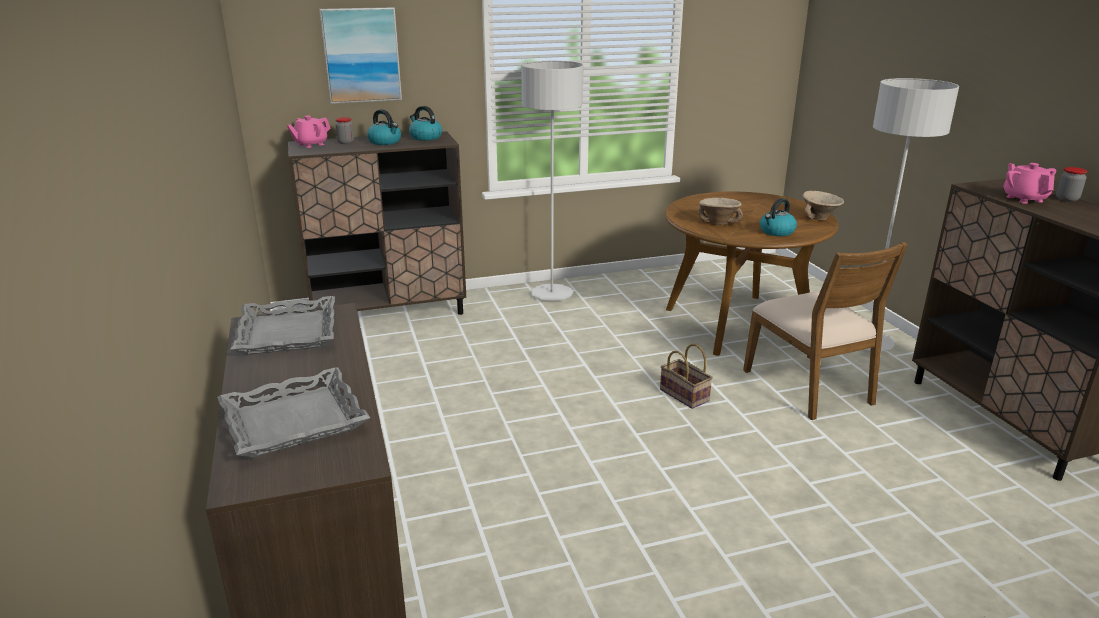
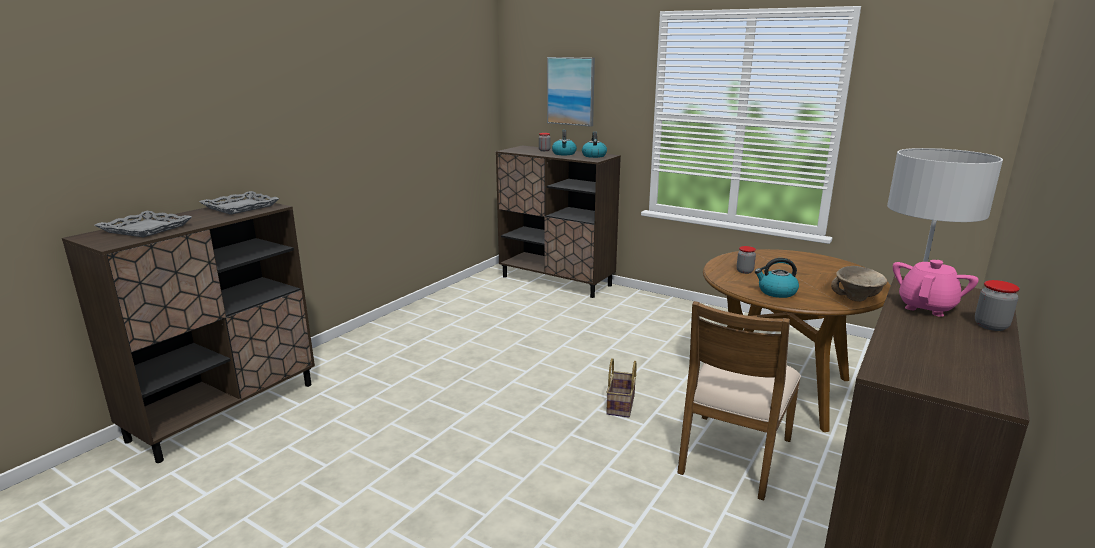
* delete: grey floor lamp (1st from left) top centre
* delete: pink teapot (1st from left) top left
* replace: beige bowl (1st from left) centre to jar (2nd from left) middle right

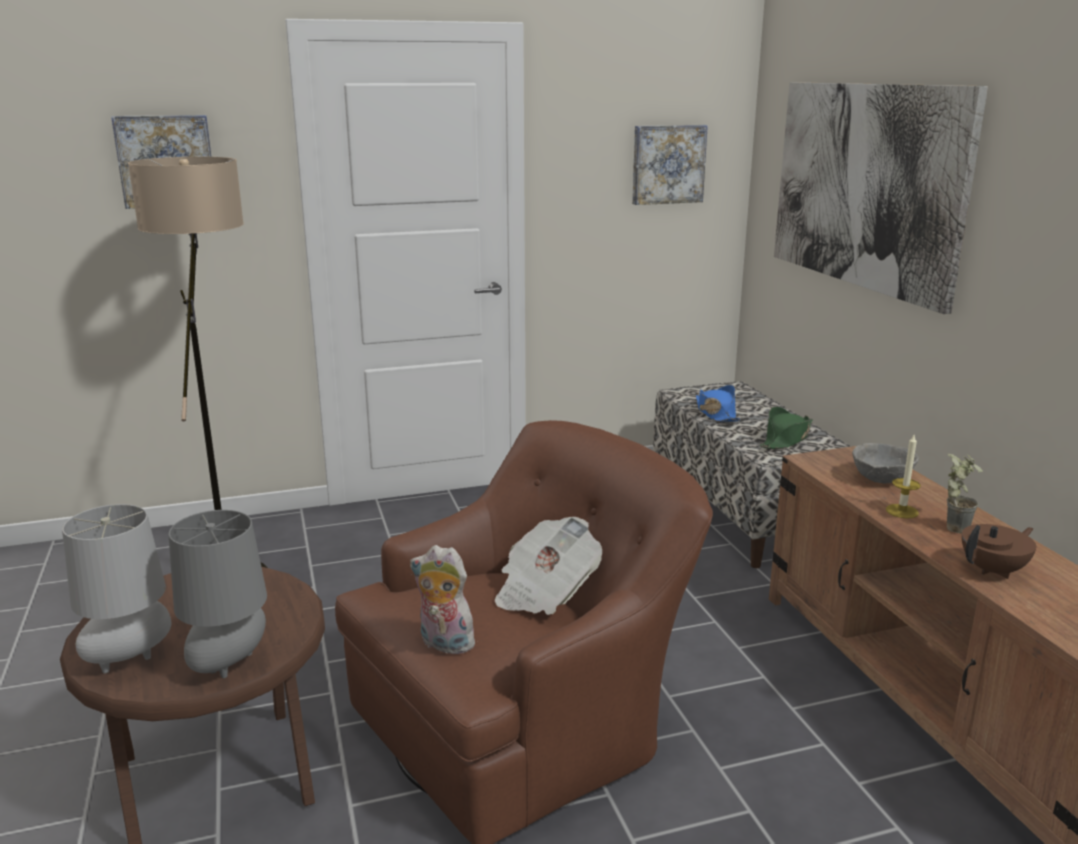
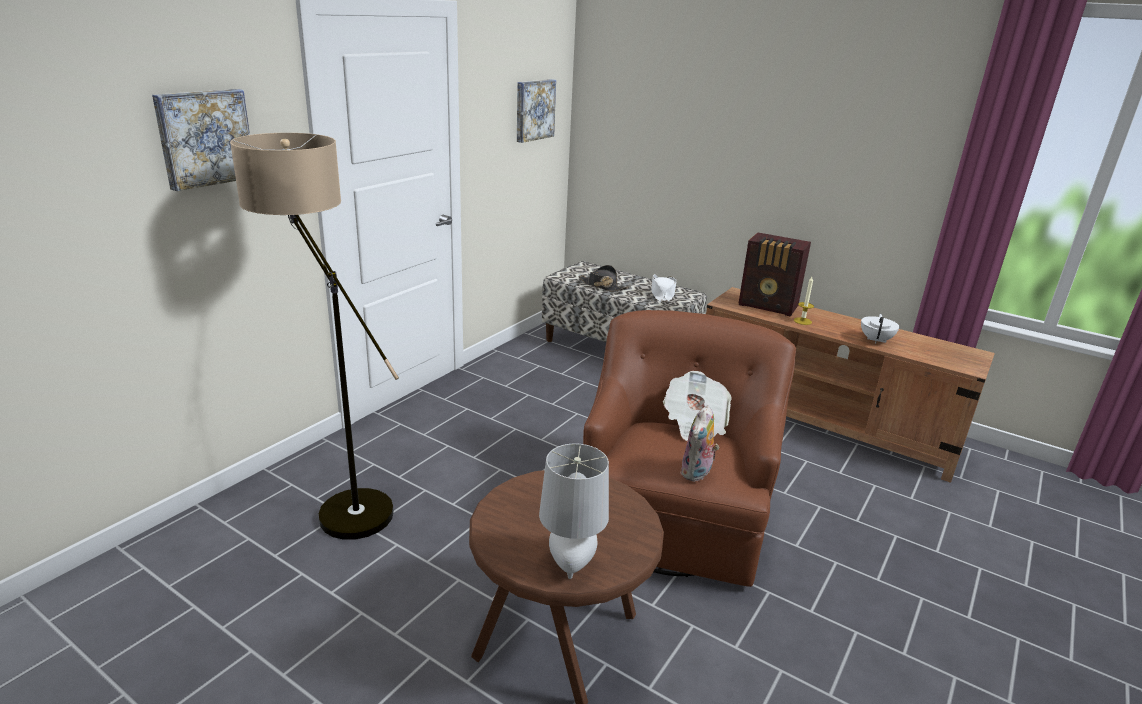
* delete: picture (3rd from left) top right
* recolor: blue hat centre to black hat centre
* recolor: green hat middle right to white hat centre
* replace: grey bowl middle right to radio middle right
* delete: potted plant middle right
* delete: grey table lamp (2nd from left) bottom left
* recolor: brown teapot middle right to white teapot middle right
* rotate: plush toy bottom centre = centre 45 degrees counterclockwise

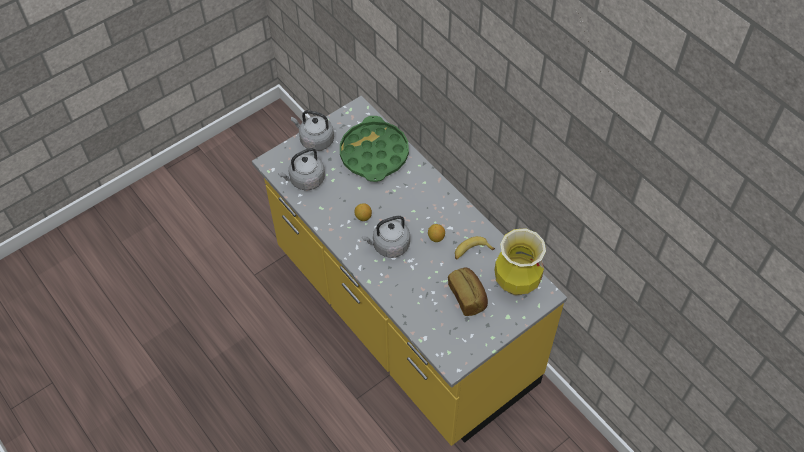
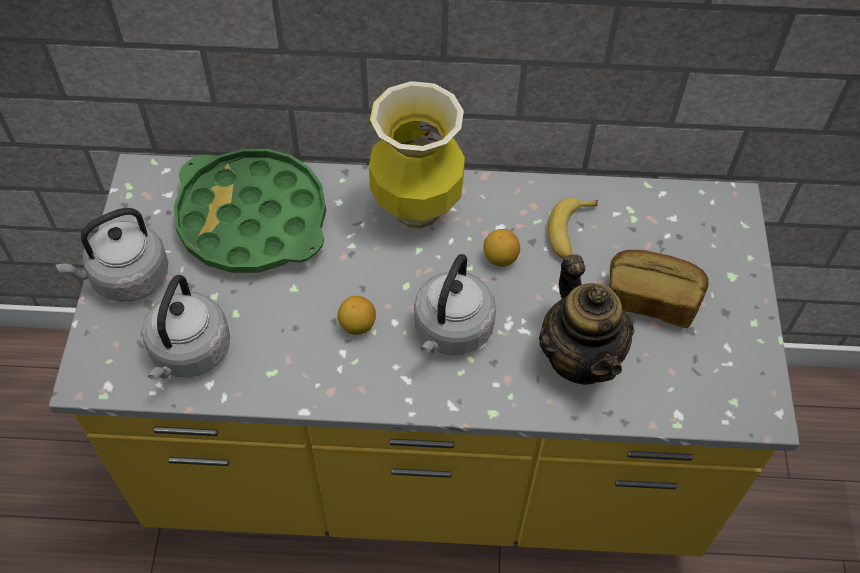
* move: vase centre to top centre
* insert: teapot middle right

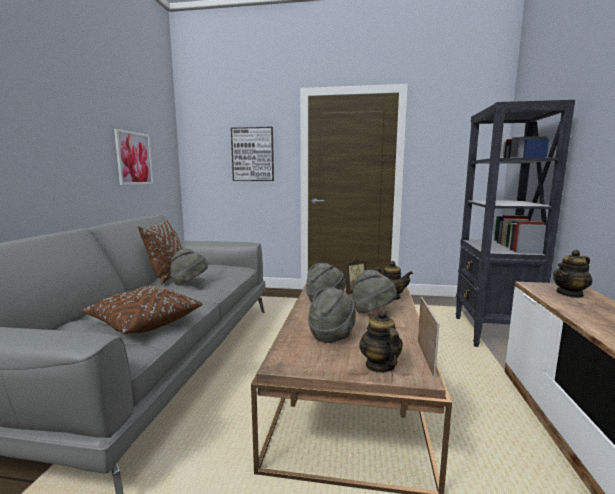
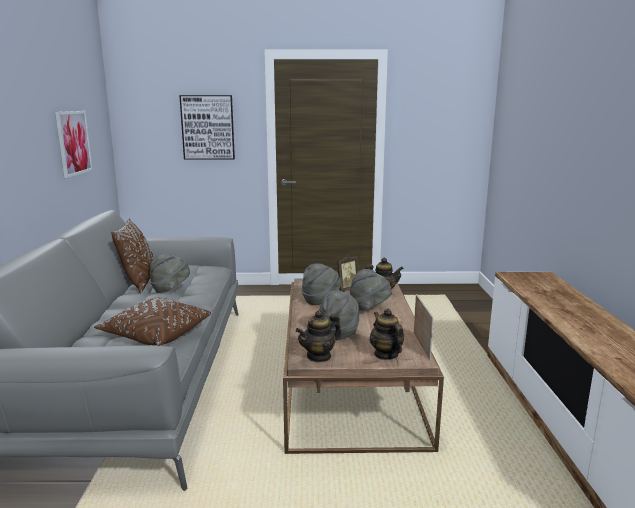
* delete: black bookcase middle right
* move: teapot (3rd from left in the first image) middle right to teapot (1st from left) centre

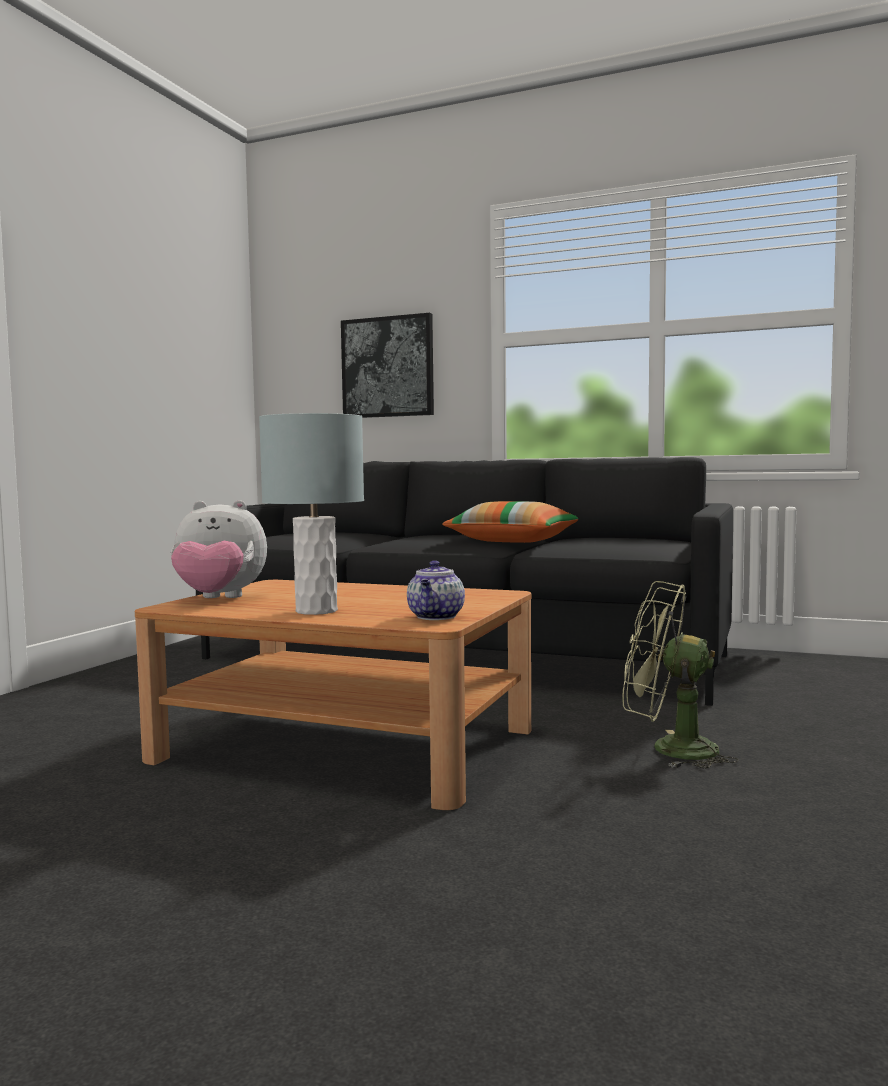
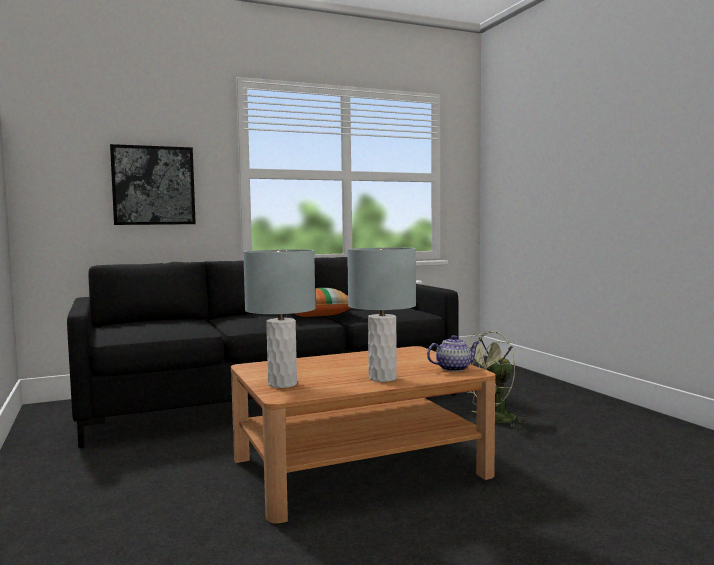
* replace: plush toy middle left to grey table lamp (1st from left) centre
* rotate: teapot centre = centre 75 degrees counterclockwise

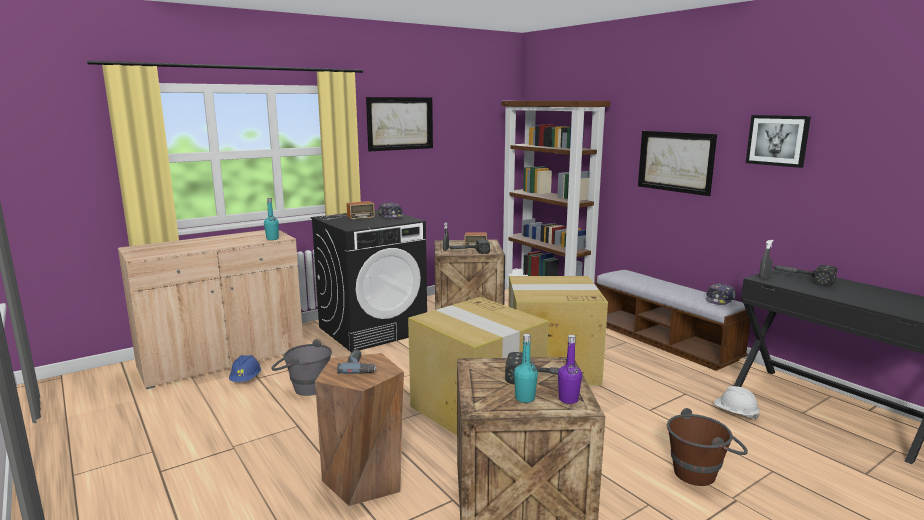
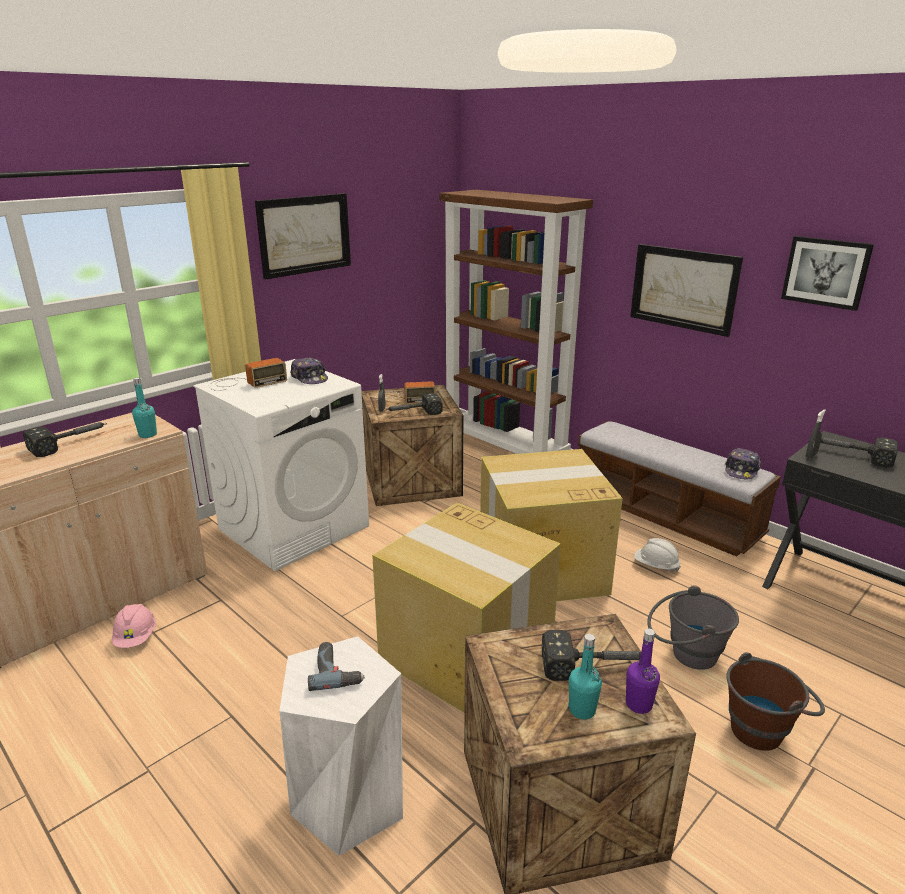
* recolor: black washing machine centre to white washing machine middle left
* move: grey bucket bottom left to bottom right
* recolor: brown stool bottom centre to white stool bottom centre
* recolor: blue hard hat bottom left to pink hard hat bottom left
* move: white hard hat bottom right to middle right
* insert: hammer (1st from left) middle left

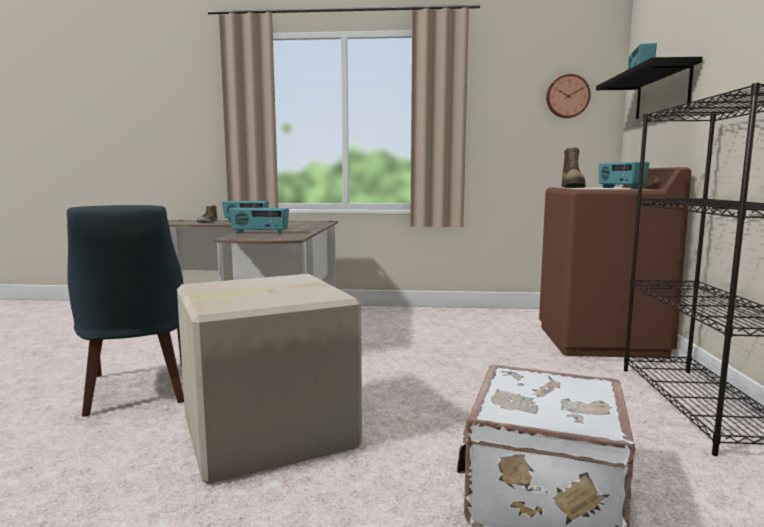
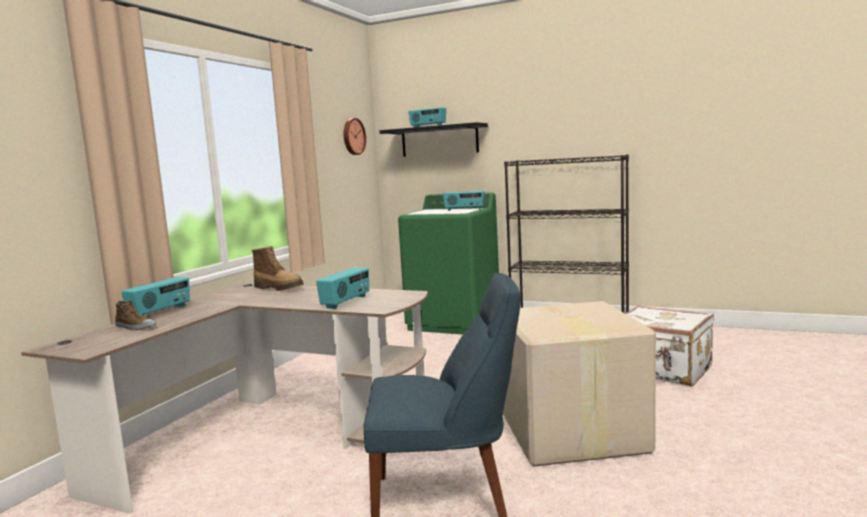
* move: boot top right to middle left
* recolor: brown washing machine middle right to green washing machine centre

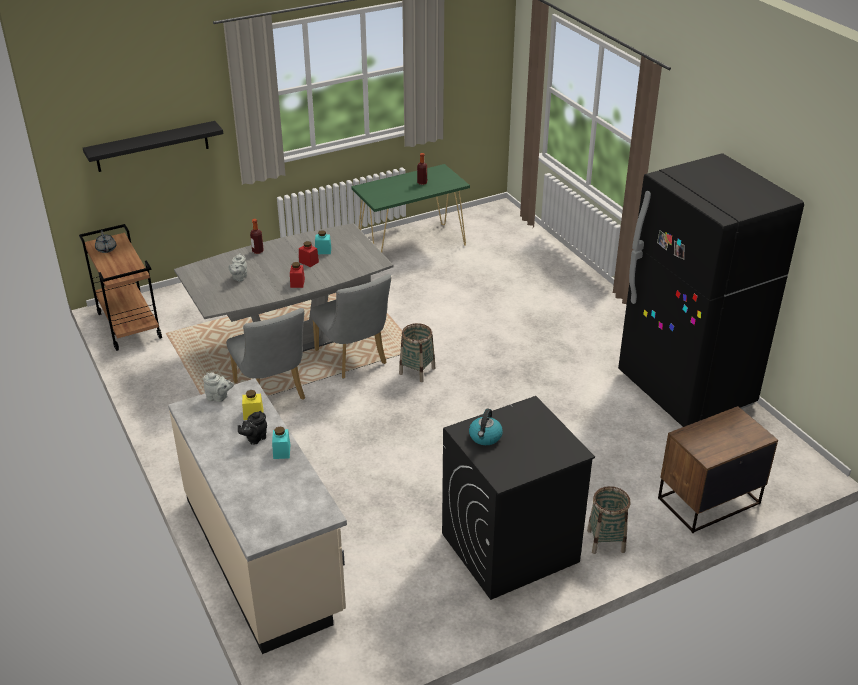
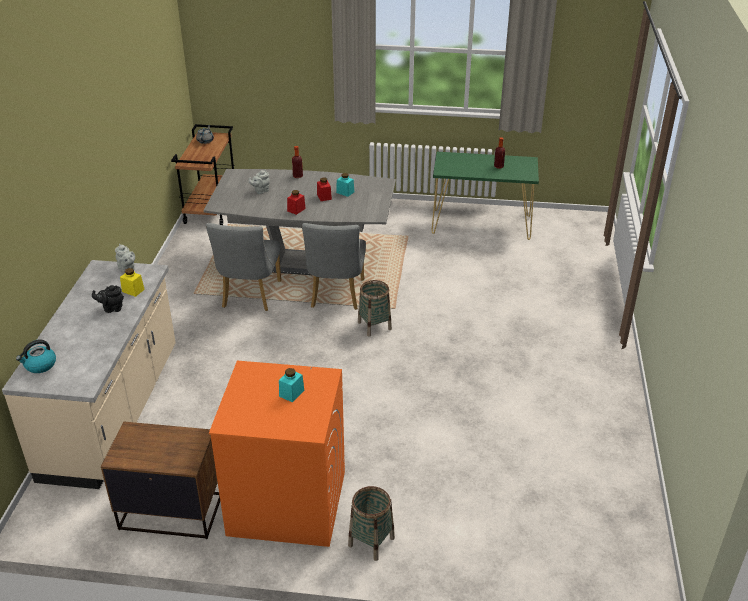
* delete: black shelf top left
* delete: black fridge middle right
* recolor: black washing machine bottom centre to orange washing machine bottom centre
* move: brown nightstand bottom right to bottom left
* move: kettle centre to middle left
* move: turquoise jar (1st from left) middle left to centre

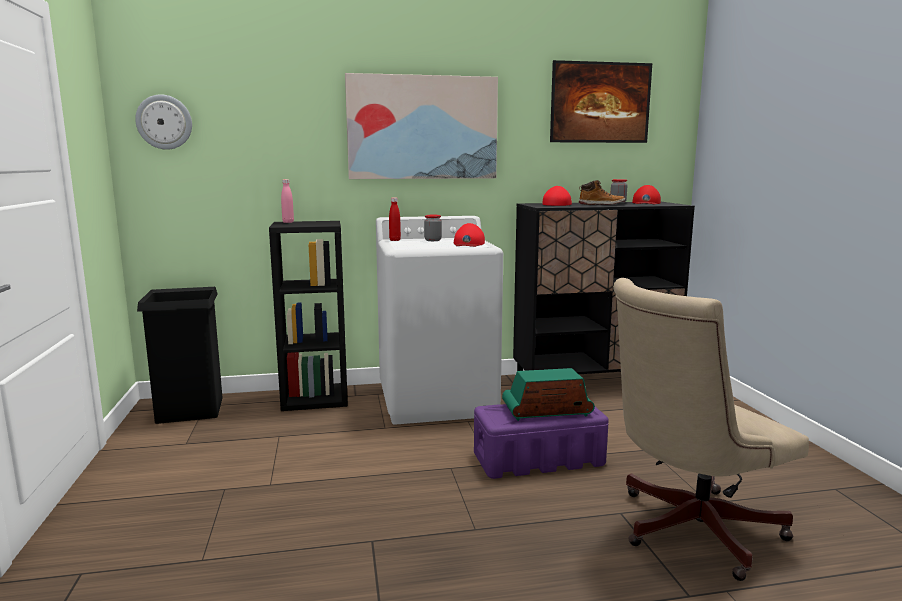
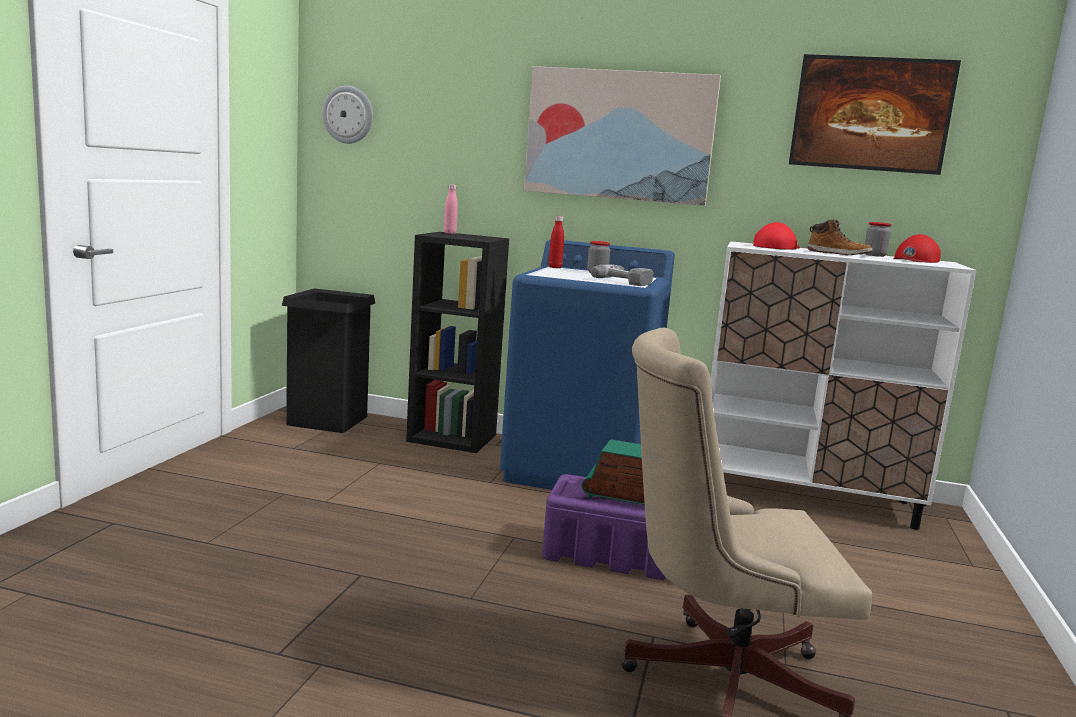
* recolor: black cabinet middle right to white cabinet middle right
* recolor: white washing machine centre to blue washing machine centre
* replace: red cap (1st from left) centre to power drill centre

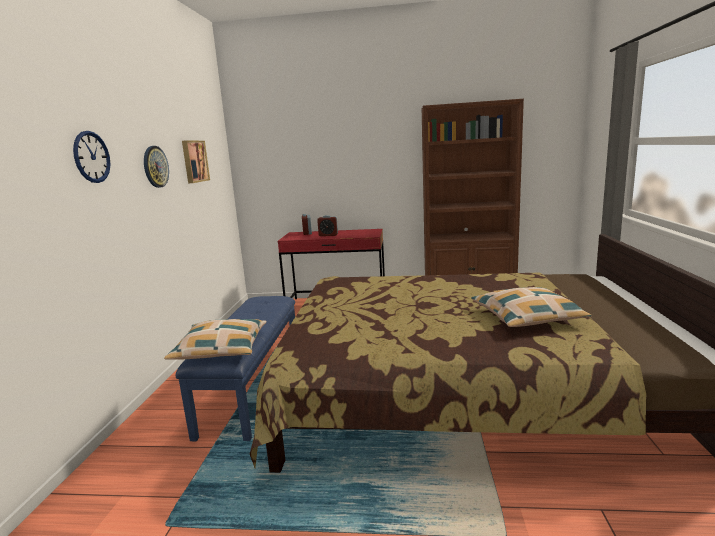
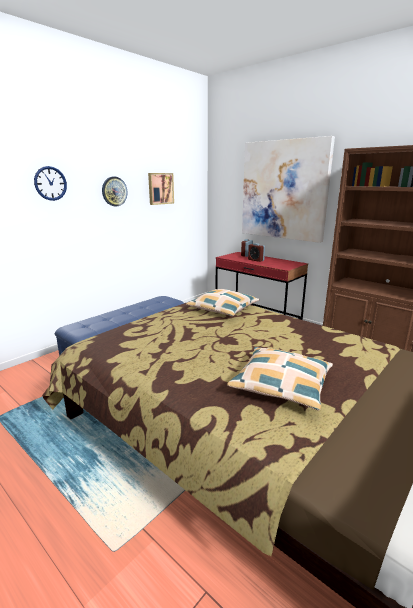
* move: pillow (1st from left) middle left to centre
* insert: picture (2nd from left) top right

